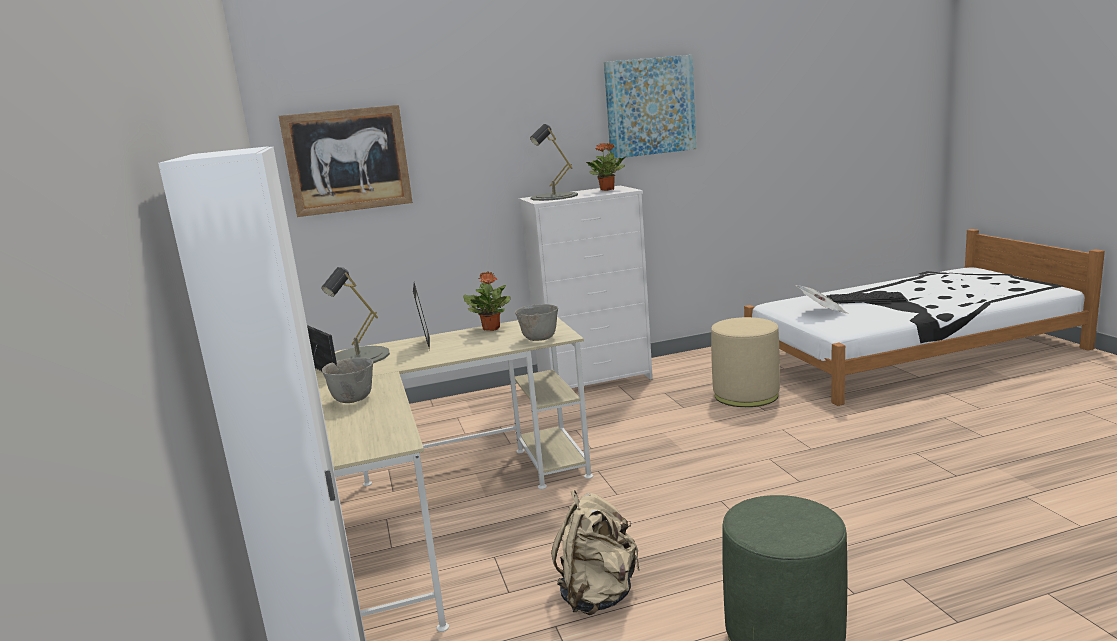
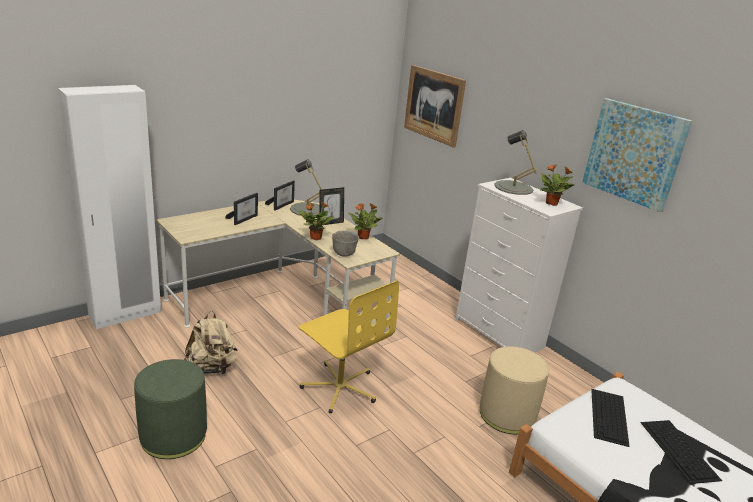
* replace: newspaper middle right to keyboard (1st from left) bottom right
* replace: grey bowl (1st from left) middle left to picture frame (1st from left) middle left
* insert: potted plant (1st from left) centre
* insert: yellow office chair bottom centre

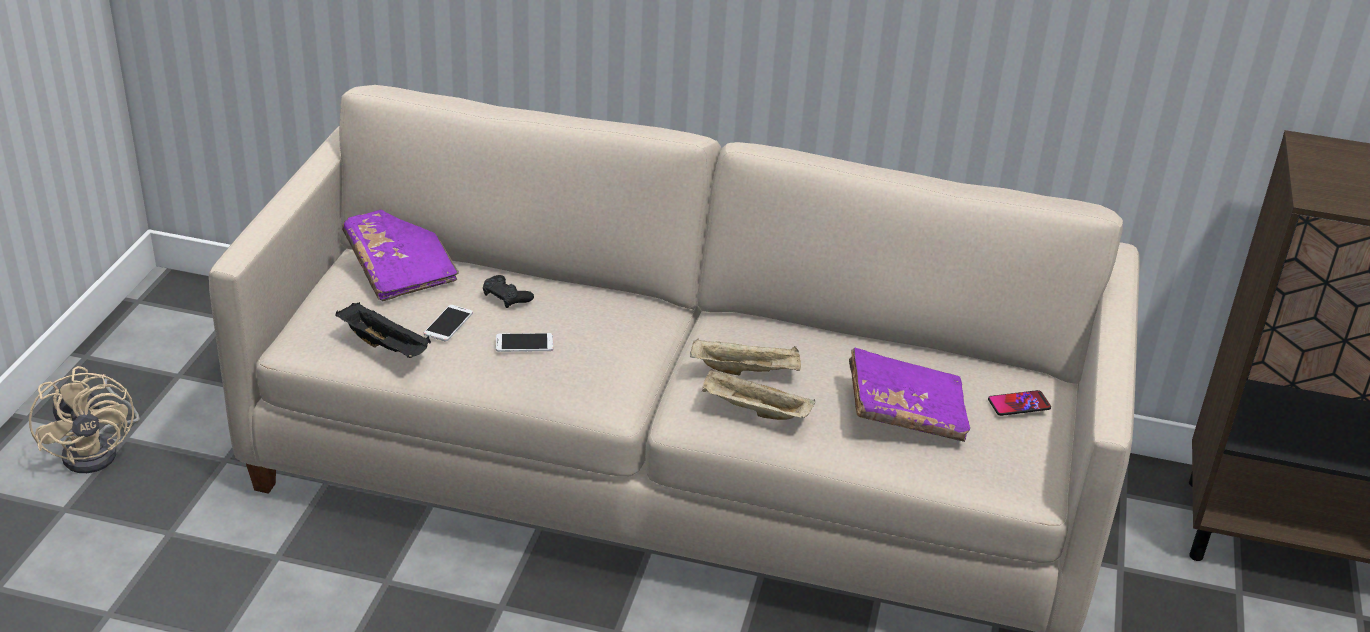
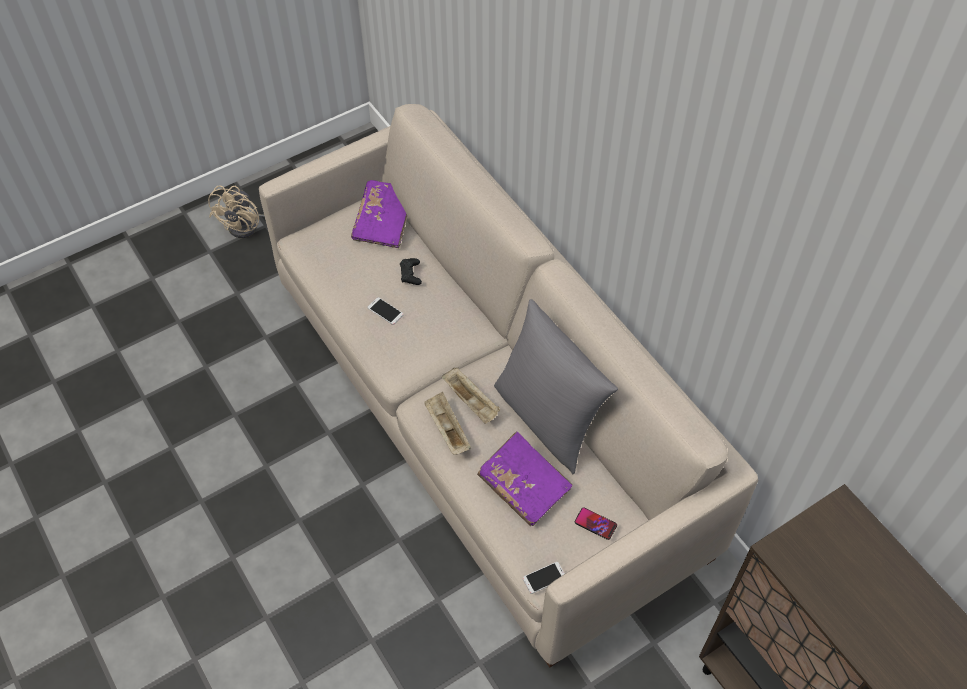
* delete: black tray middle left
* move: phone (1st from left in the first image) middle left to phone (2nd from left) bottom centre
* insert: grey pillow centre

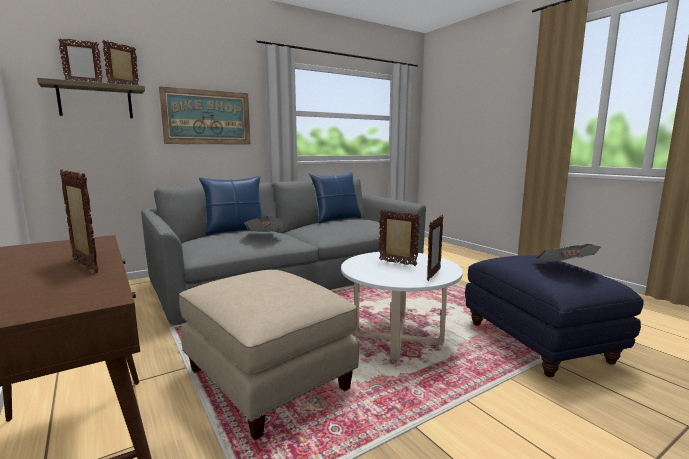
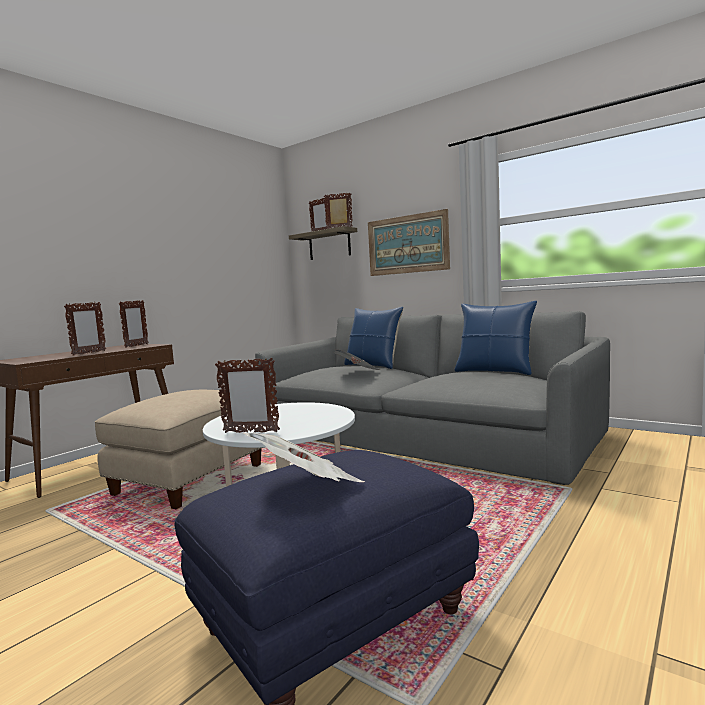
* move: picture frame (4th from left in the first image) centre to picture frame (2nd from left) middle left

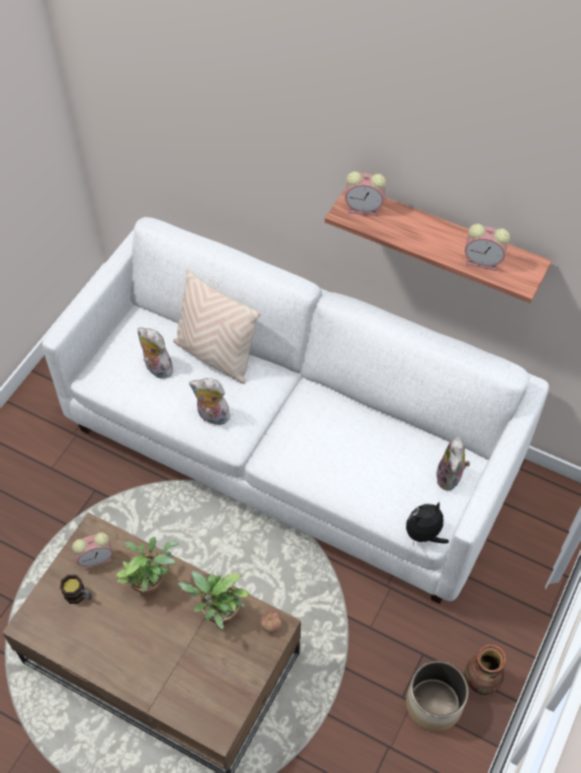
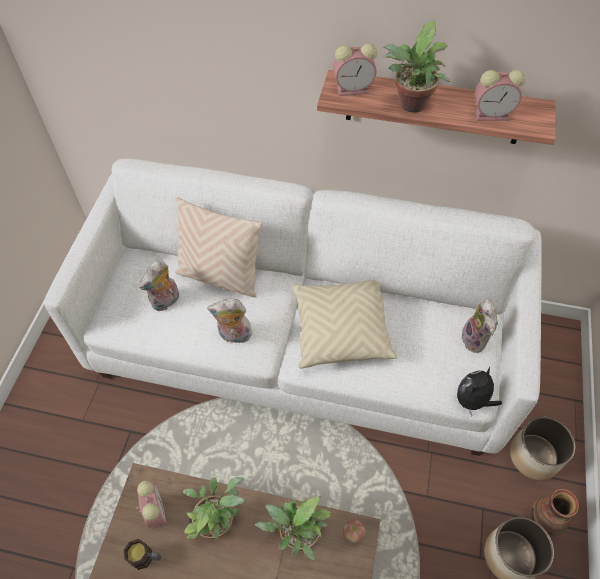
* rotate: plush toy (1st from left) middle left = middle left 75 degrees counterclockwise
* rotate: alarm clock (1st from left) bottom left = bottom left 75 degrees counterclockwise
* insert: potted plant (3rd from left) top right
* insert: beige pillow (2nd from left) centre
* insert: planter (2nd from left) bottom right

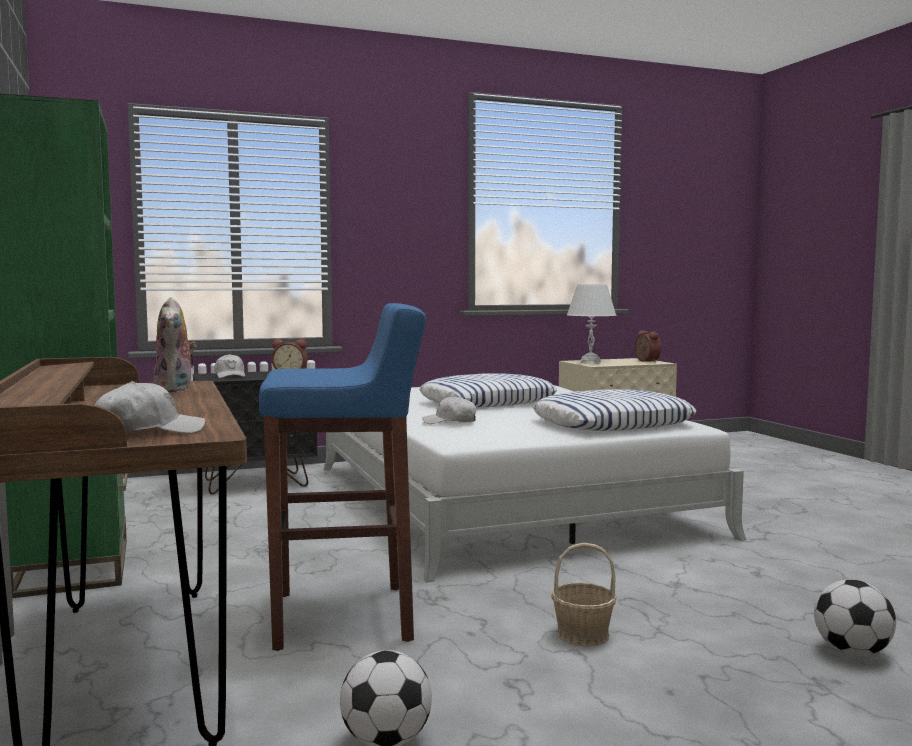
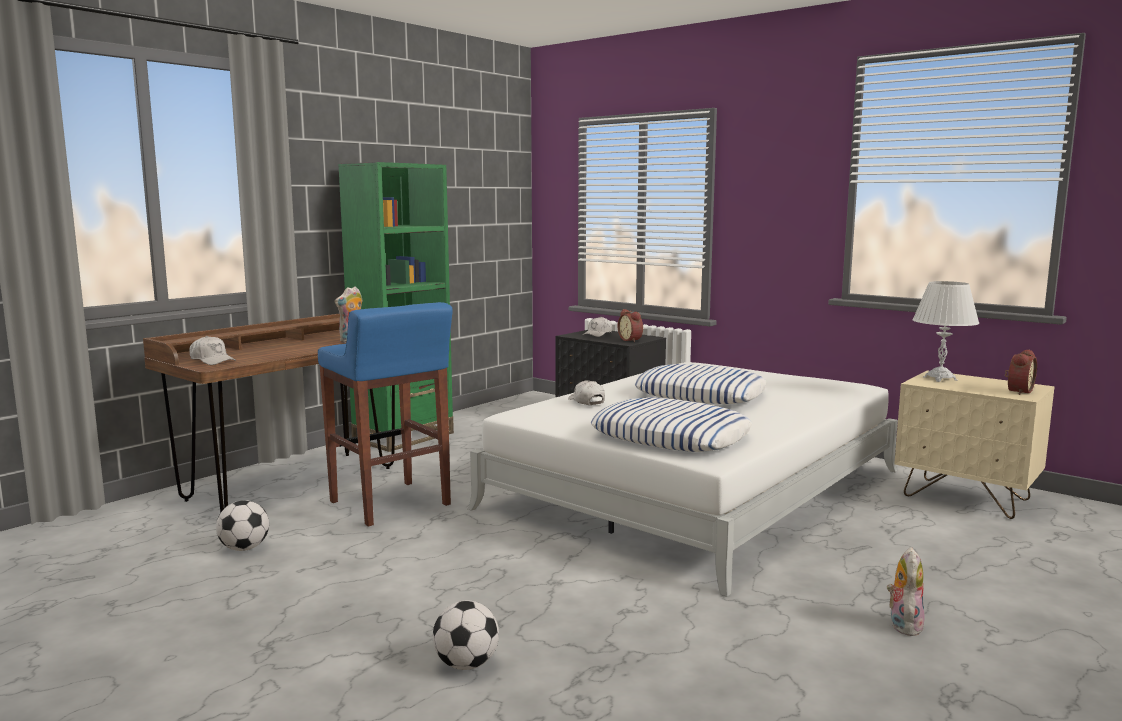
* delete: basket bottom centre
* insert: plush toy (2nd from left) bottom right

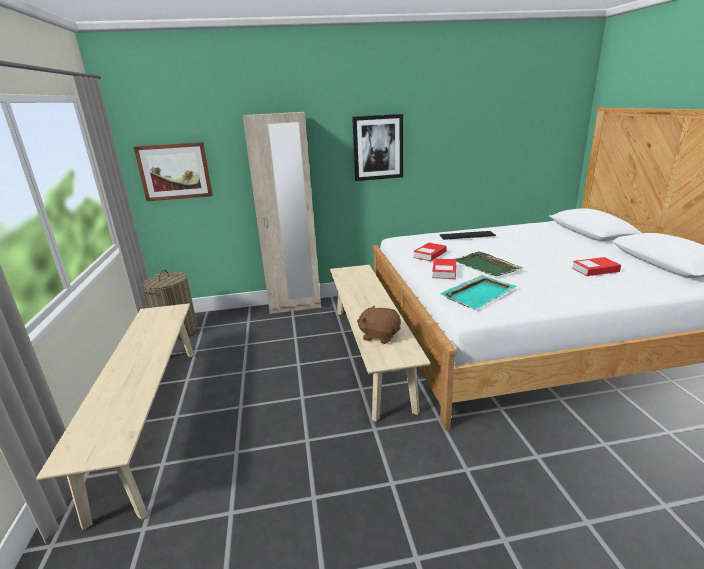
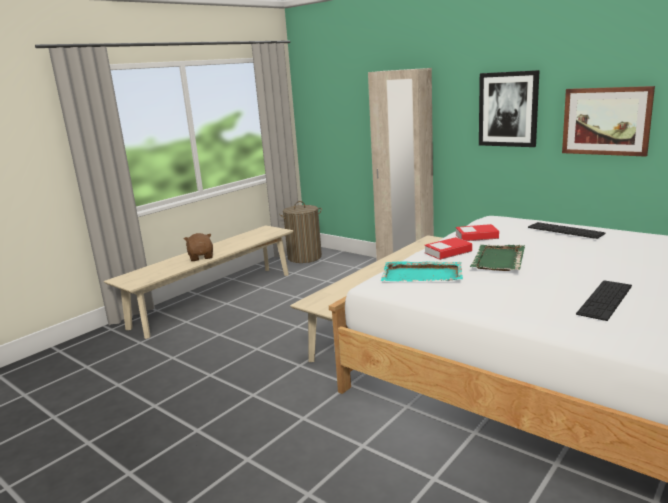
* move: picture (1st from left in the first image) top left to picture (2nd from left) top right
* replace: book (3rd from left) middle right to keyboard (2nd from left) middle right
* move: brown plush toy centre to middle left

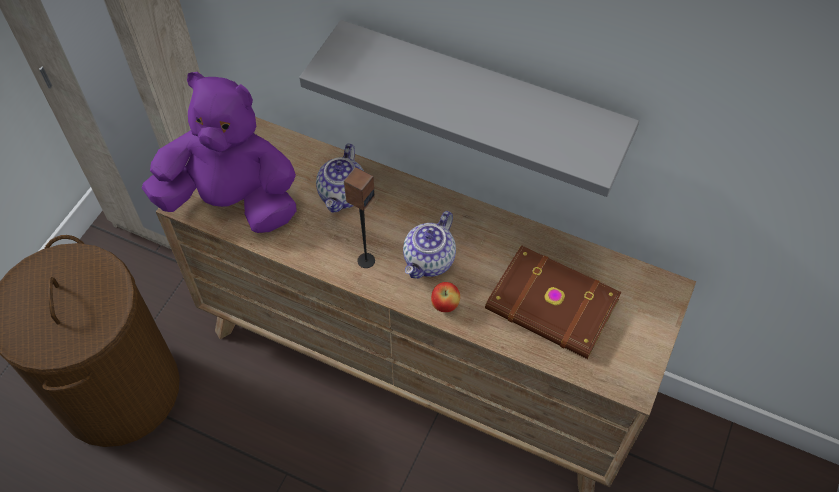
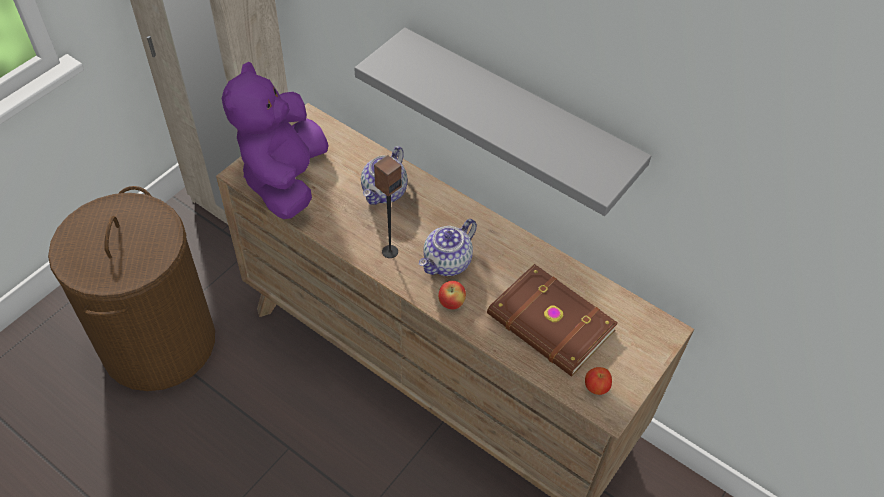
* rotate: purple plush toy top left = top left 105 degrees counterclockwise
* insert: apple (2nd from left) bottom right

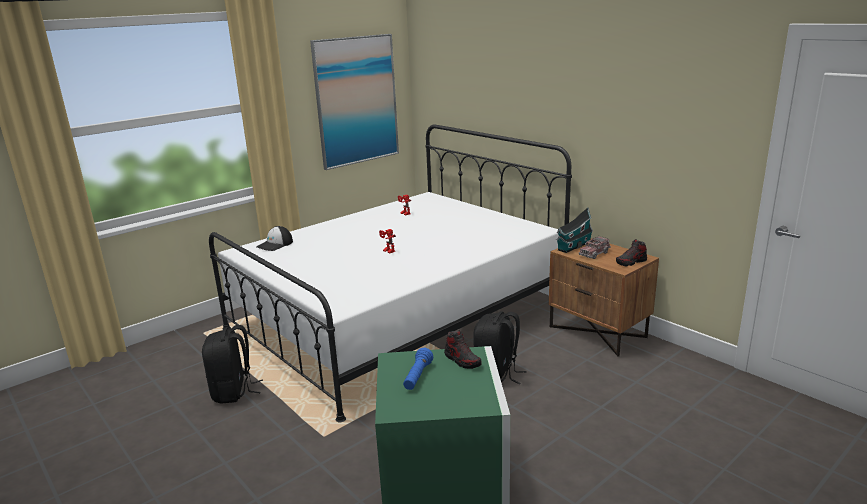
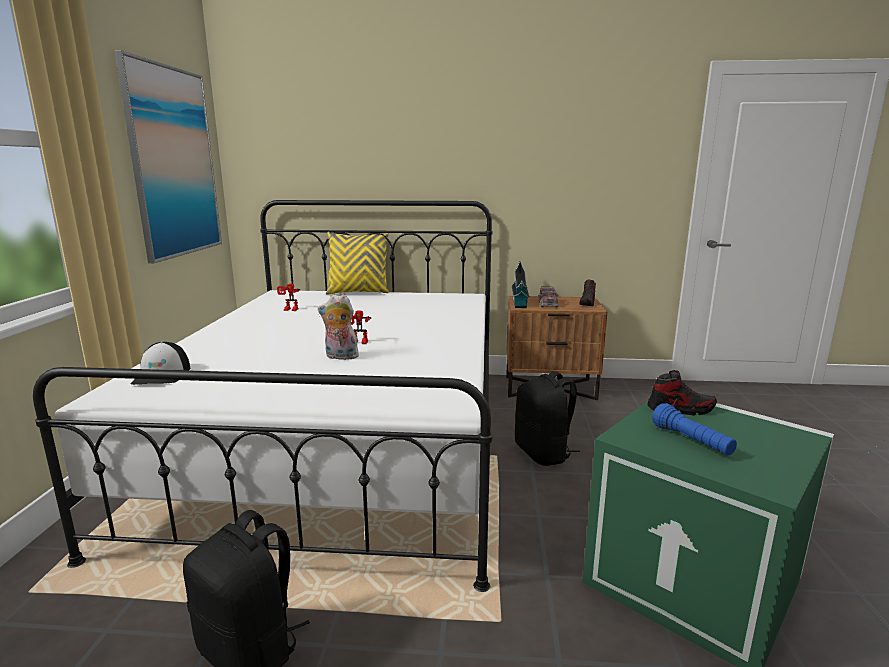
* insert: yellow pillow centre
* insert: plush toy centre

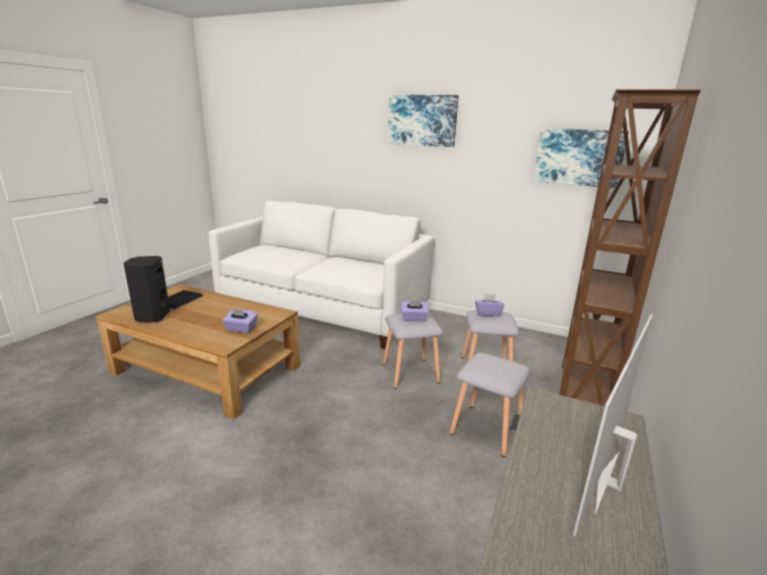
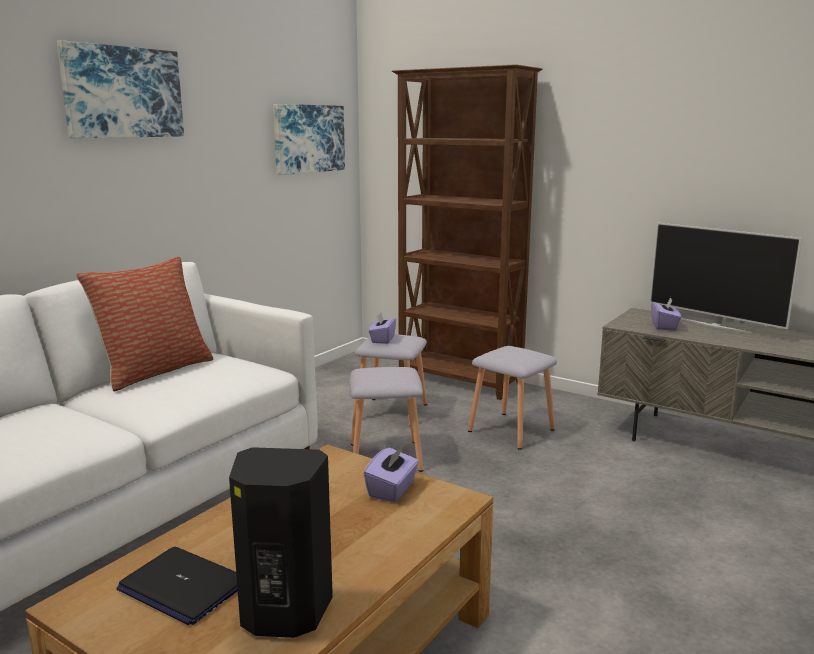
* move: purple tissue box (2nd from left in the first image) centre to purple tissue box (3rd from left) middle right
* insert: pillow middle left

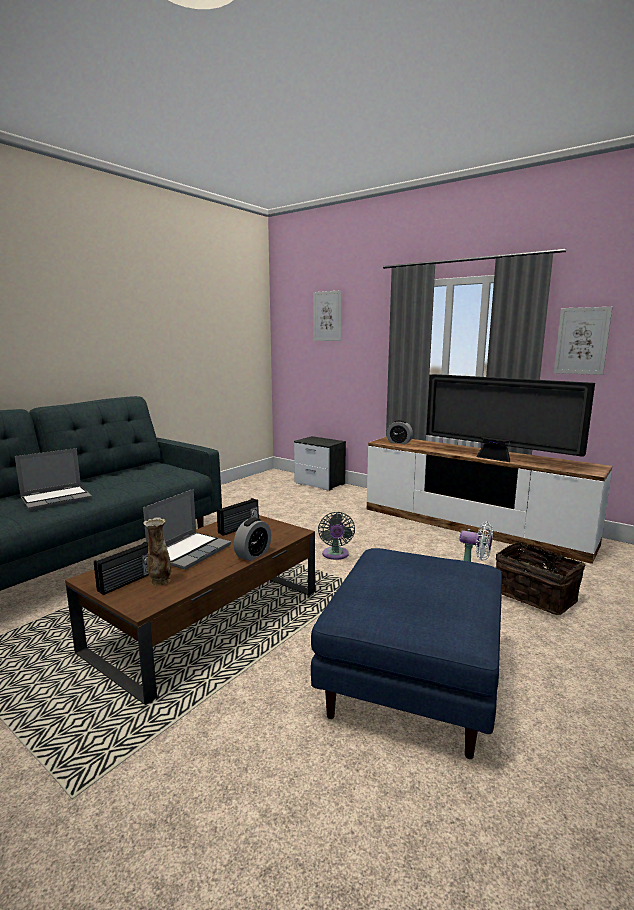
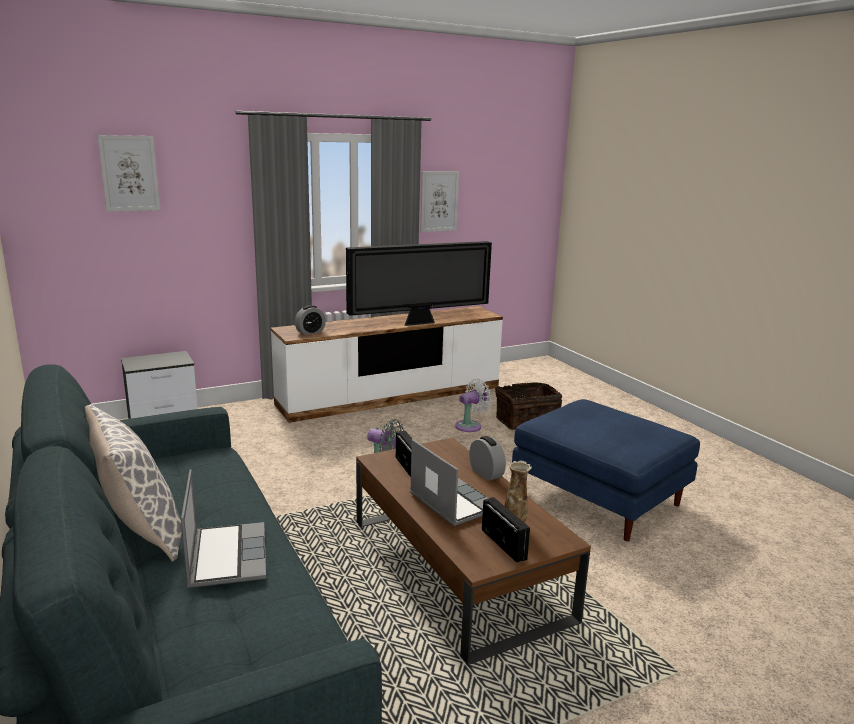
* insert: pillow bottom left

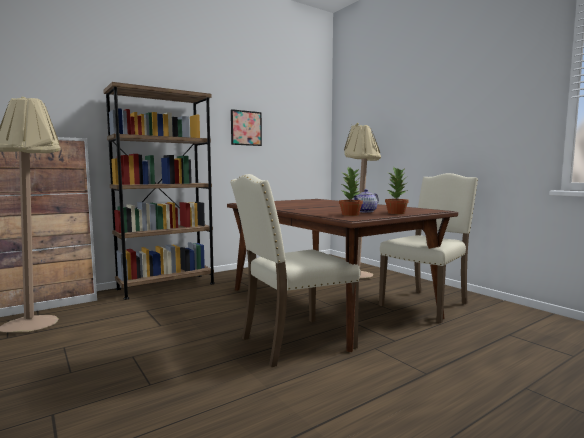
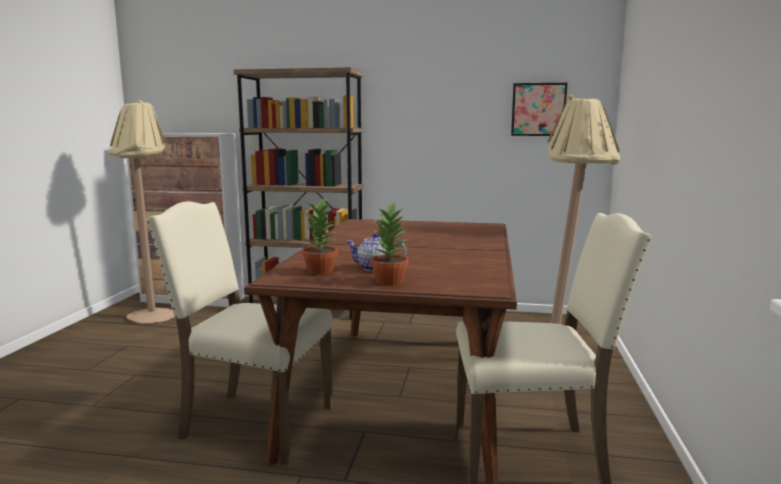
* move: picture top centre to top right

